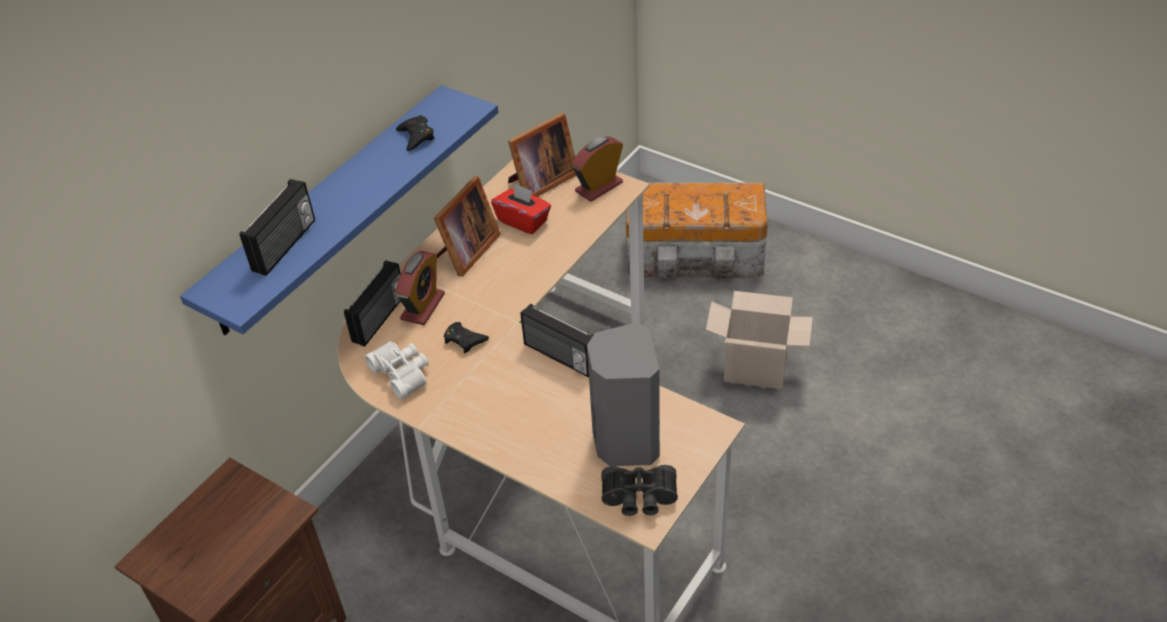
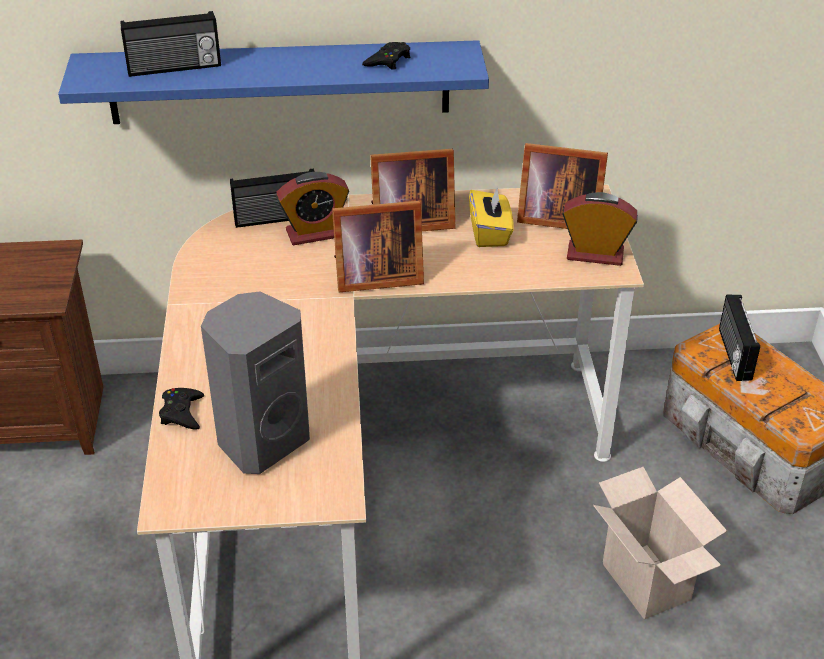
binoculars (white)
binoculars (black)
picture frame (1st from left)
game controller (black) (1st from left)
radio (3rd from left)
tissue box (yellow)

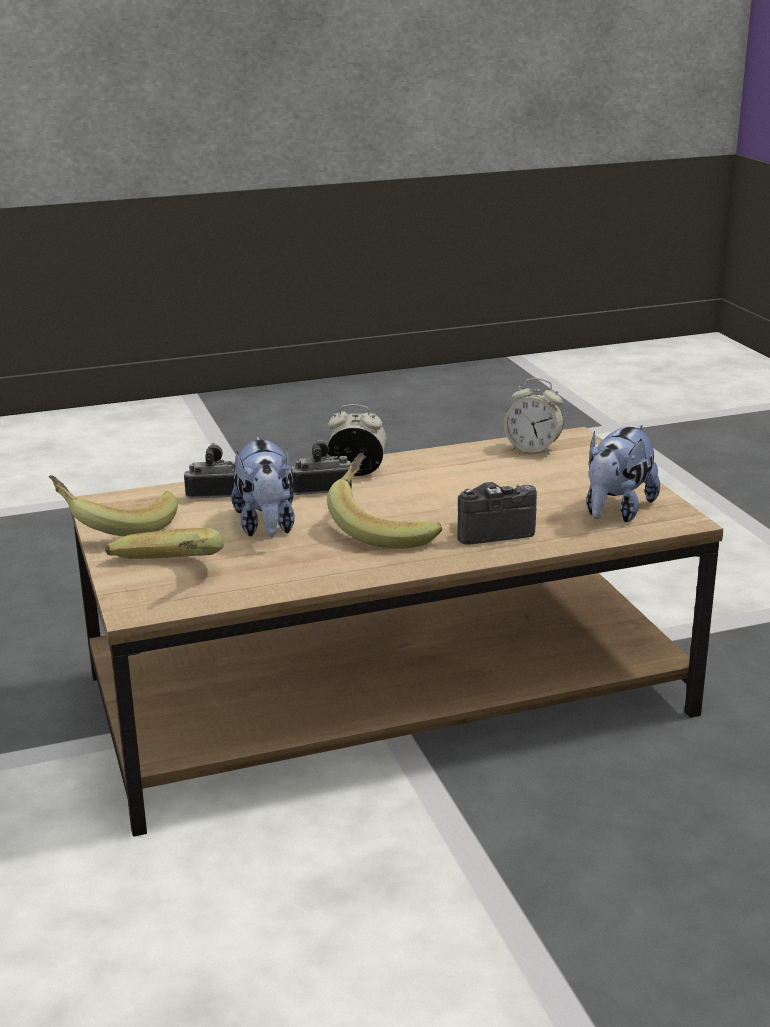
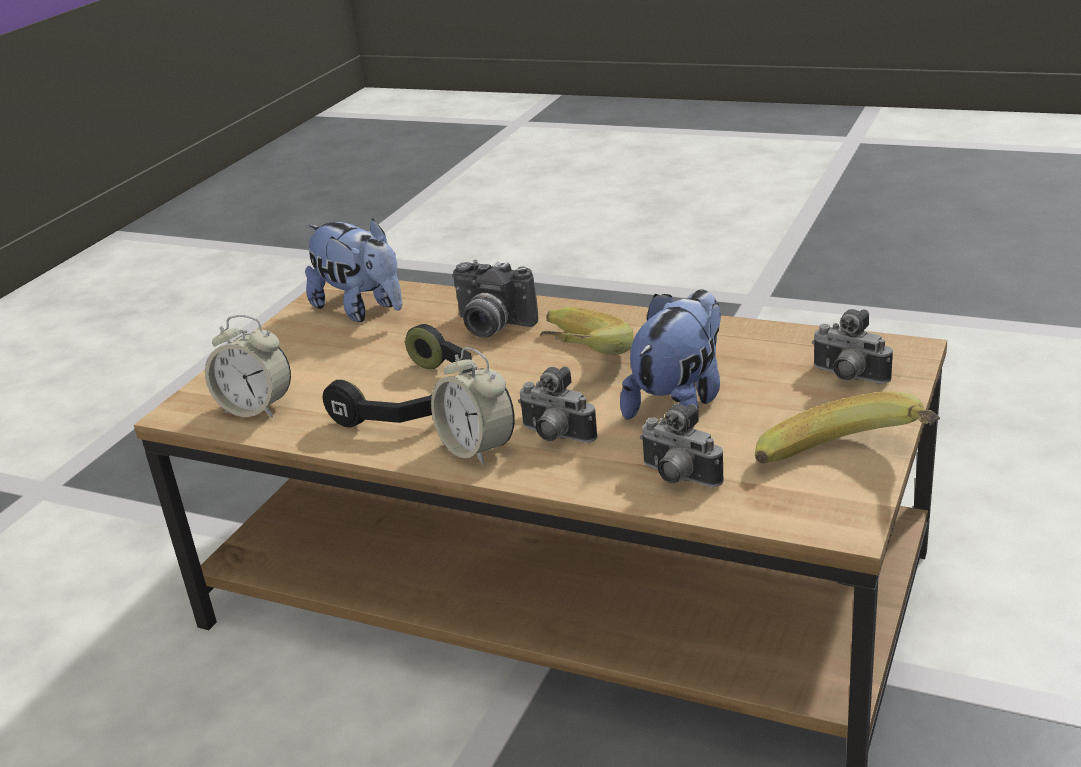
headphones (black)
photo camera (4th from left)
alarm clock (1st from left)
plush toy (1st from left)

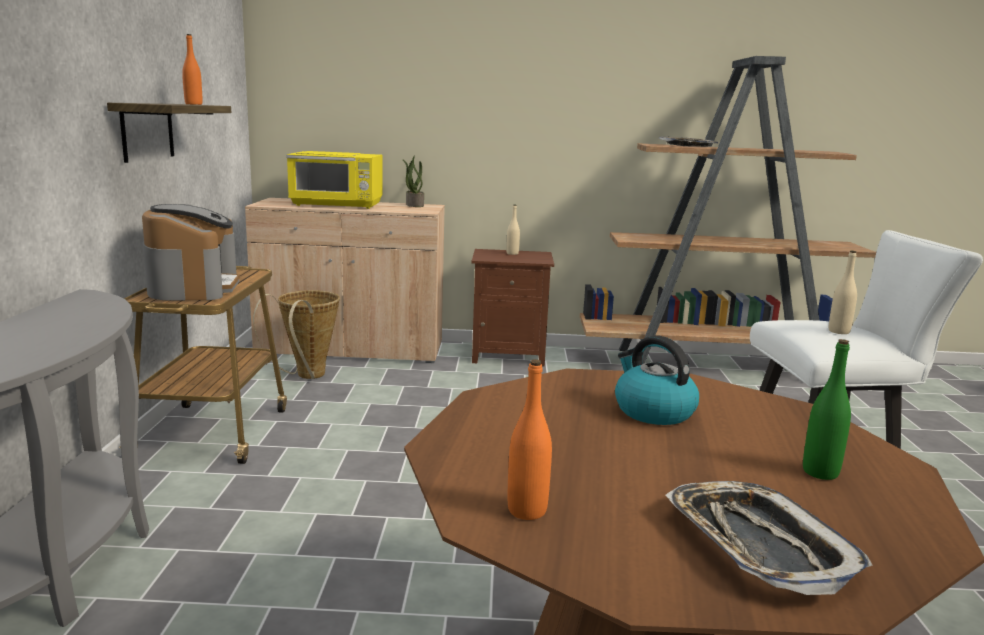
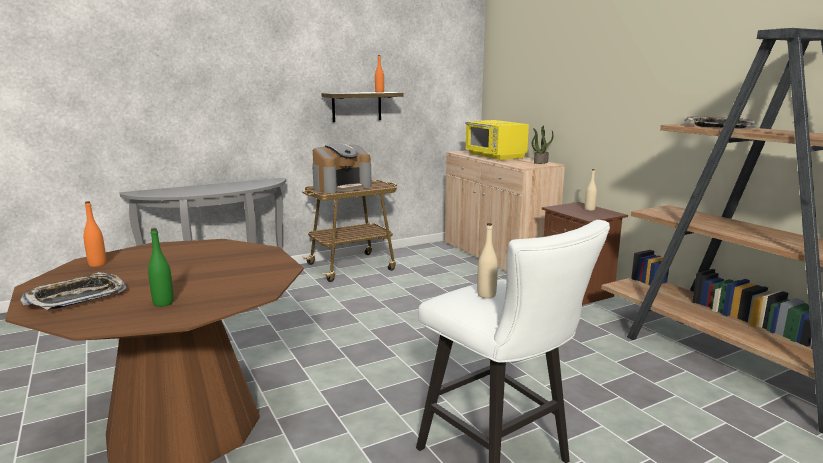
basket
kettle

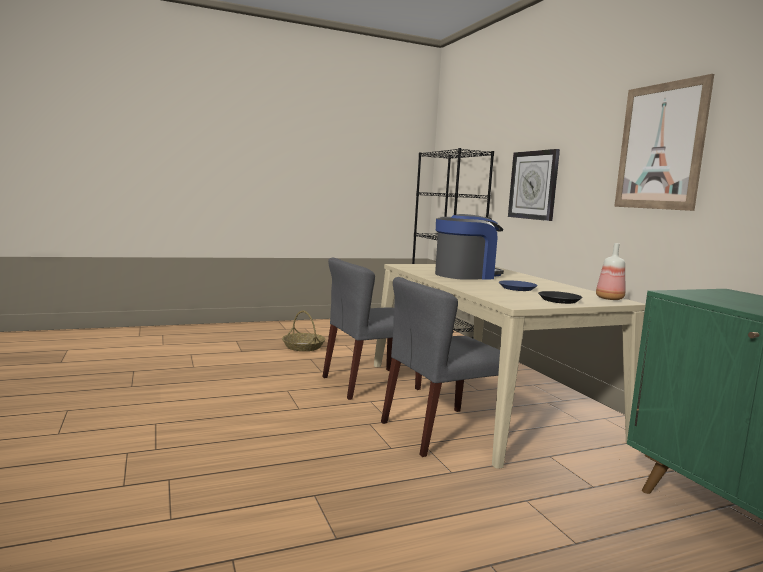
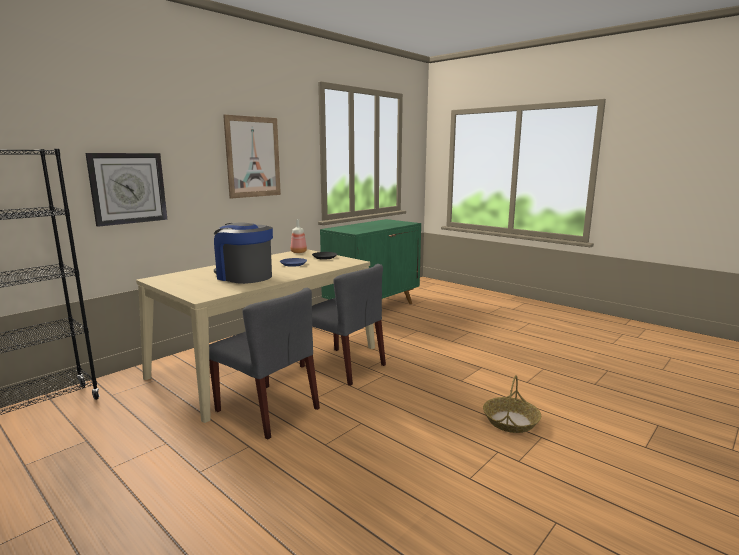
basket

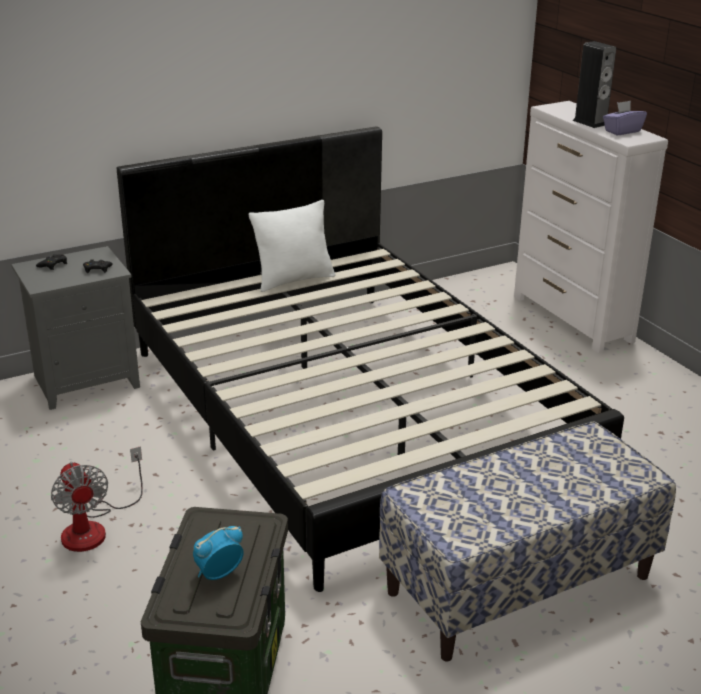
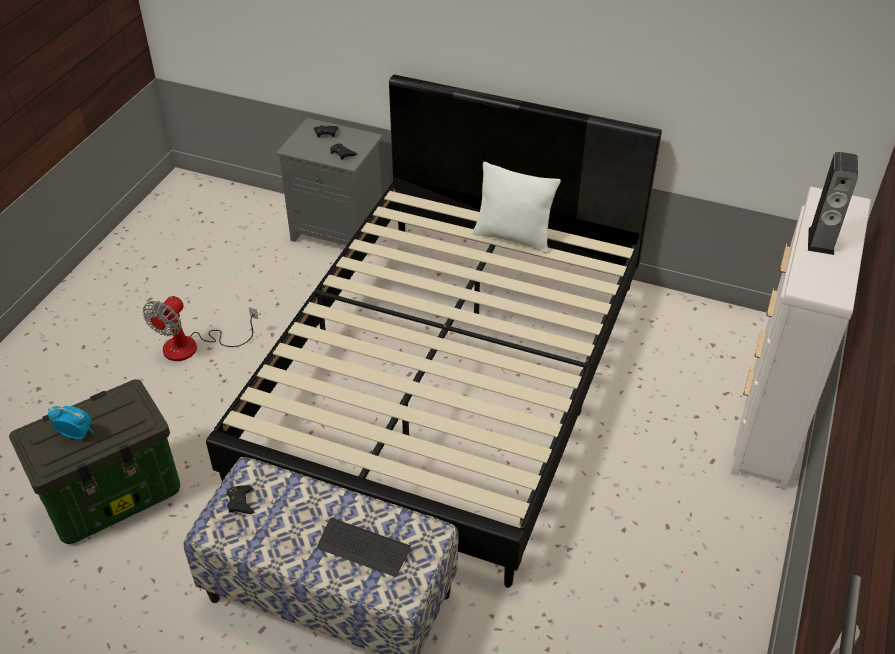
tissue box (purple)
game controller (black) (1st from left)
keyboard

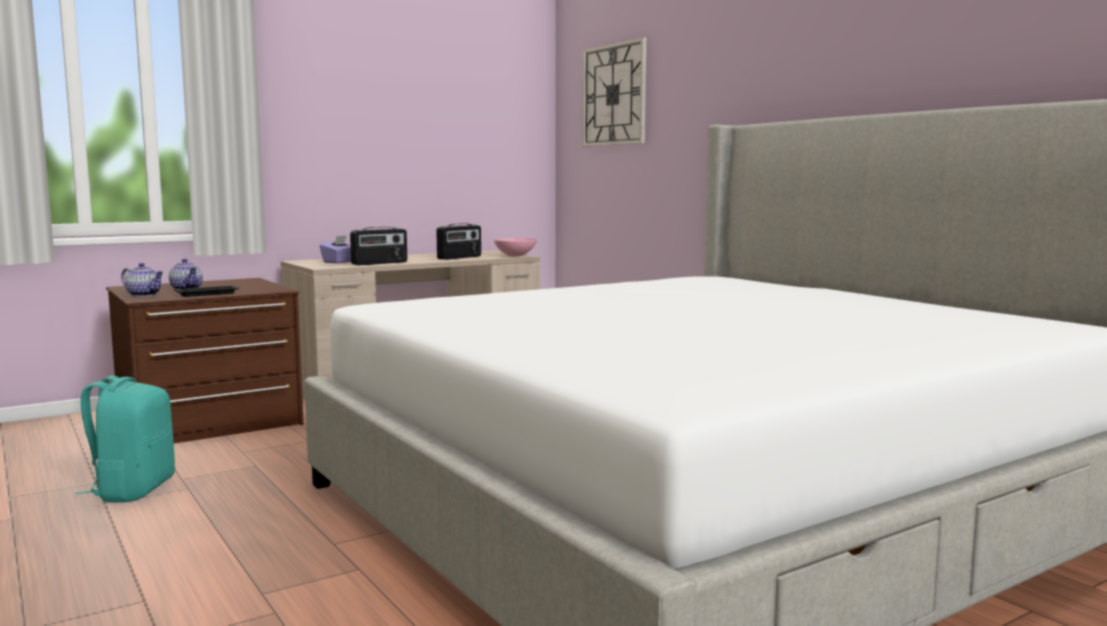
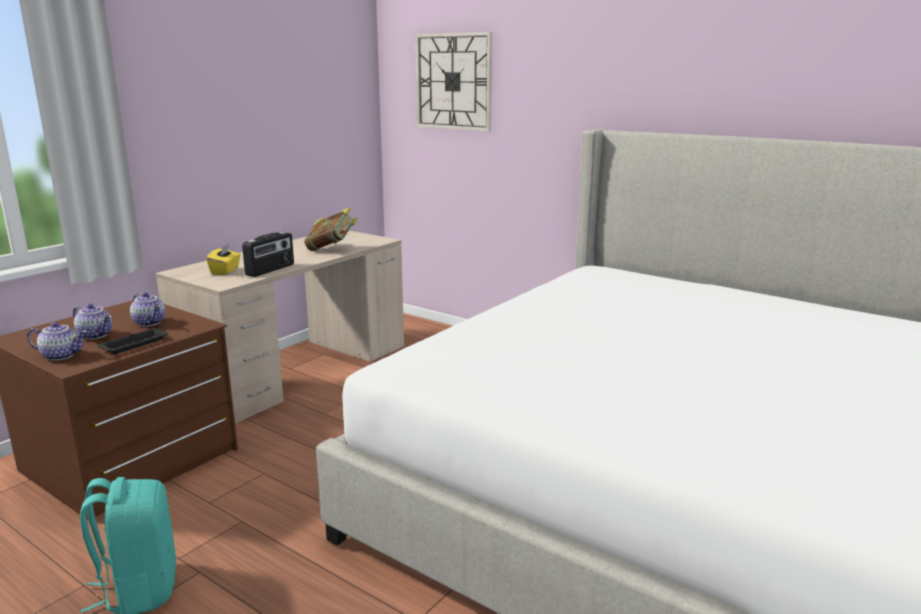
bowl (pink)
teapot (3rd from left)
book
tissue box (yellow)

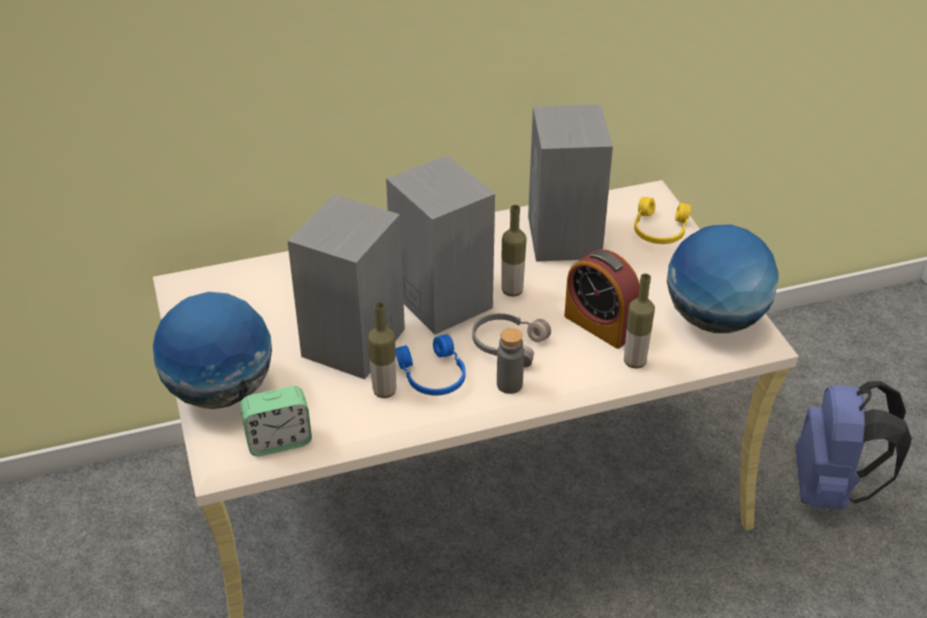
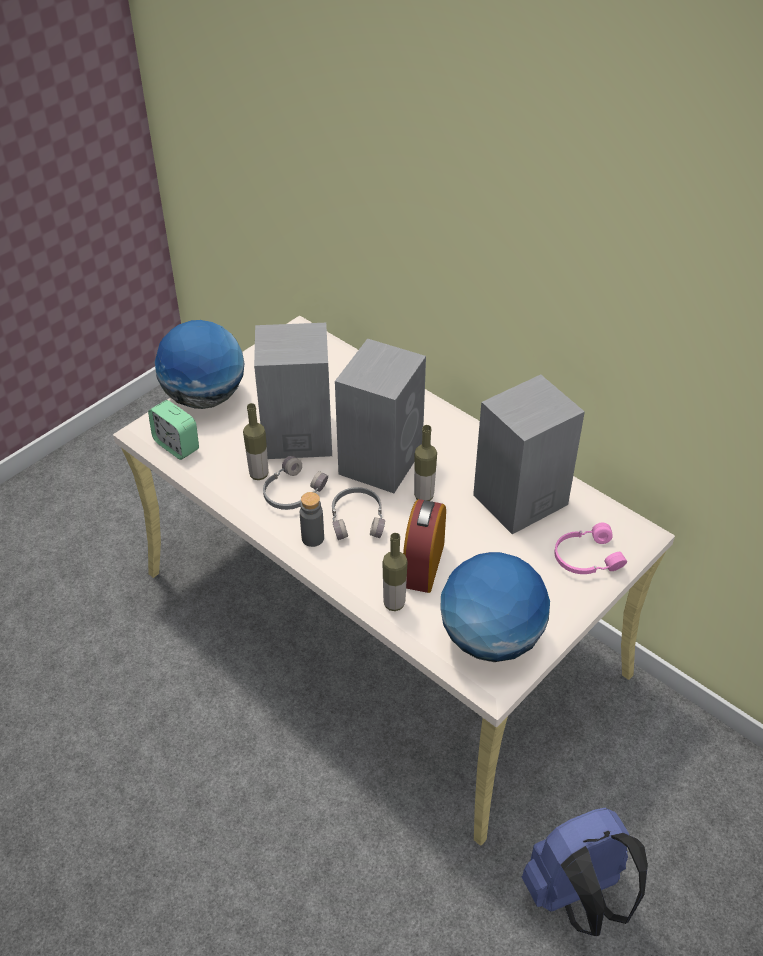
headphones (grey) (1st from left)
headphones (pink)

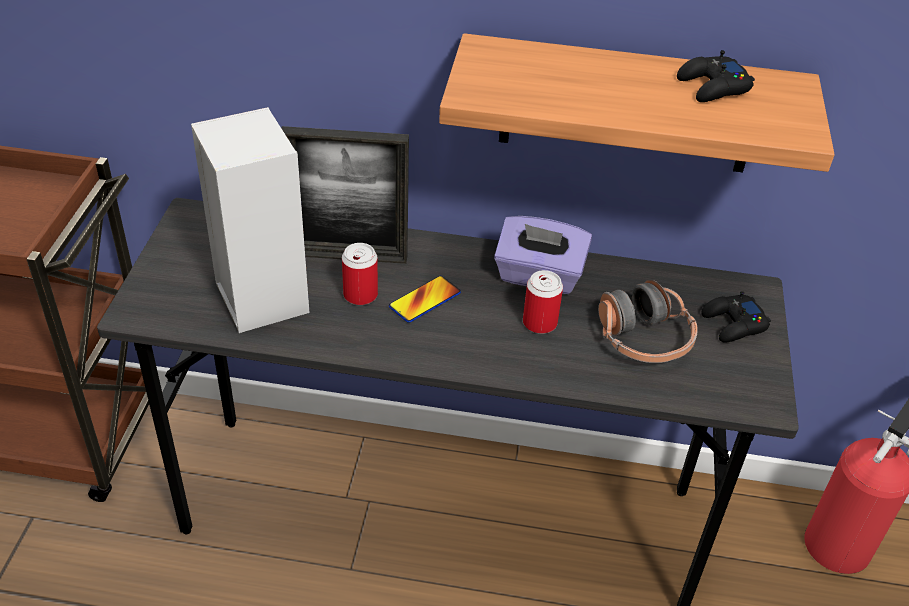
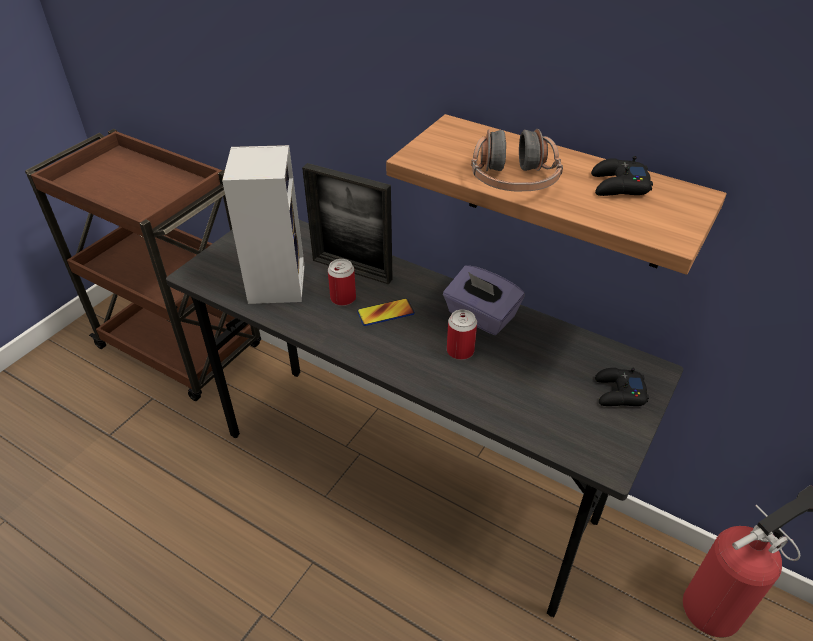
headphones

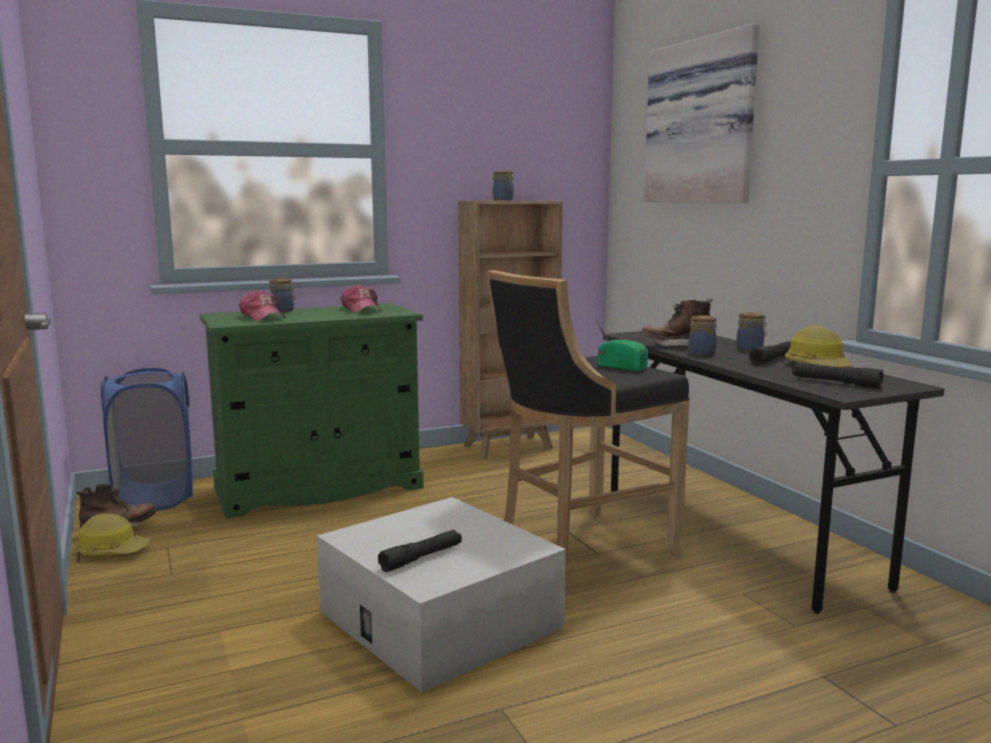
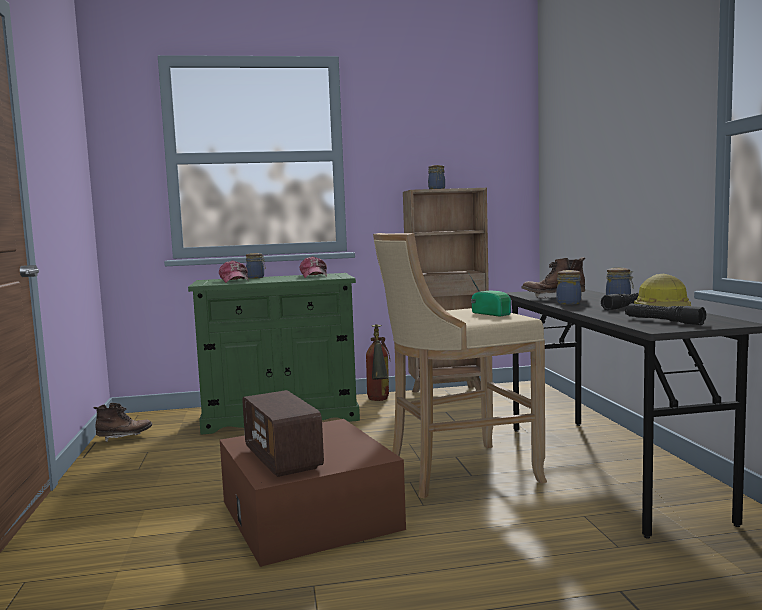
hard hat (1st from left in the first image)
laundry basket (blue)
picture
fire extinguisher
radio (1st from left)
storage box (brown)
stool (beige)

